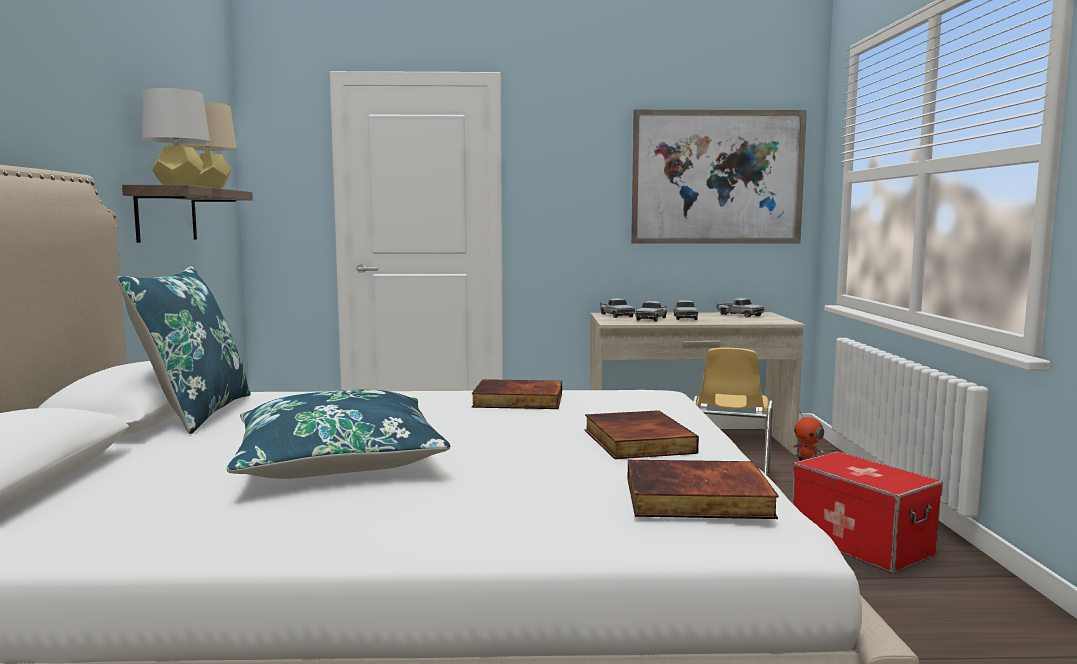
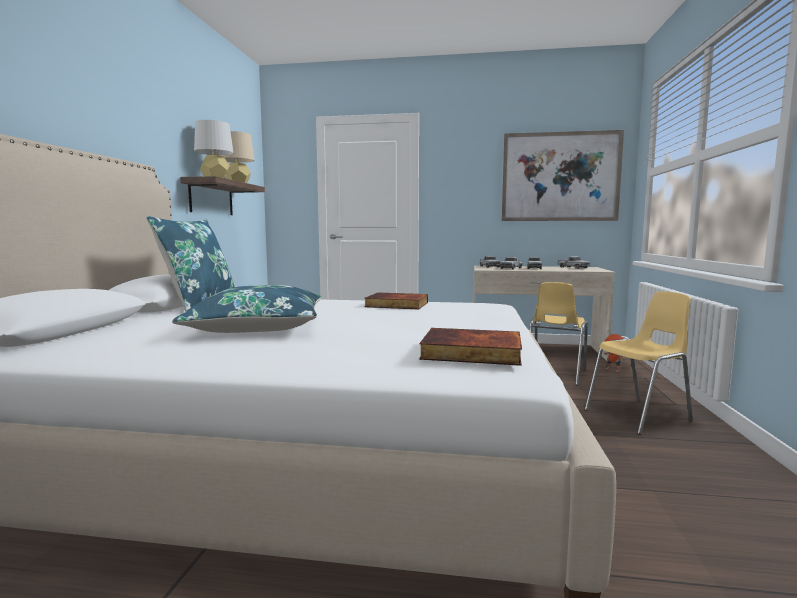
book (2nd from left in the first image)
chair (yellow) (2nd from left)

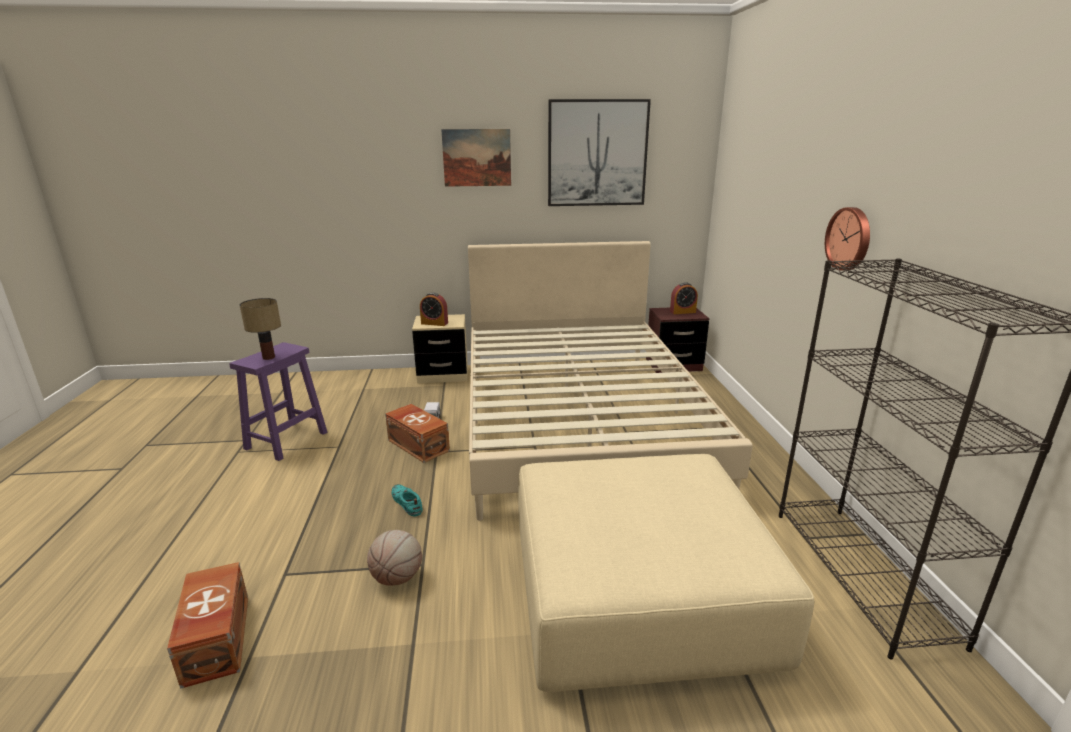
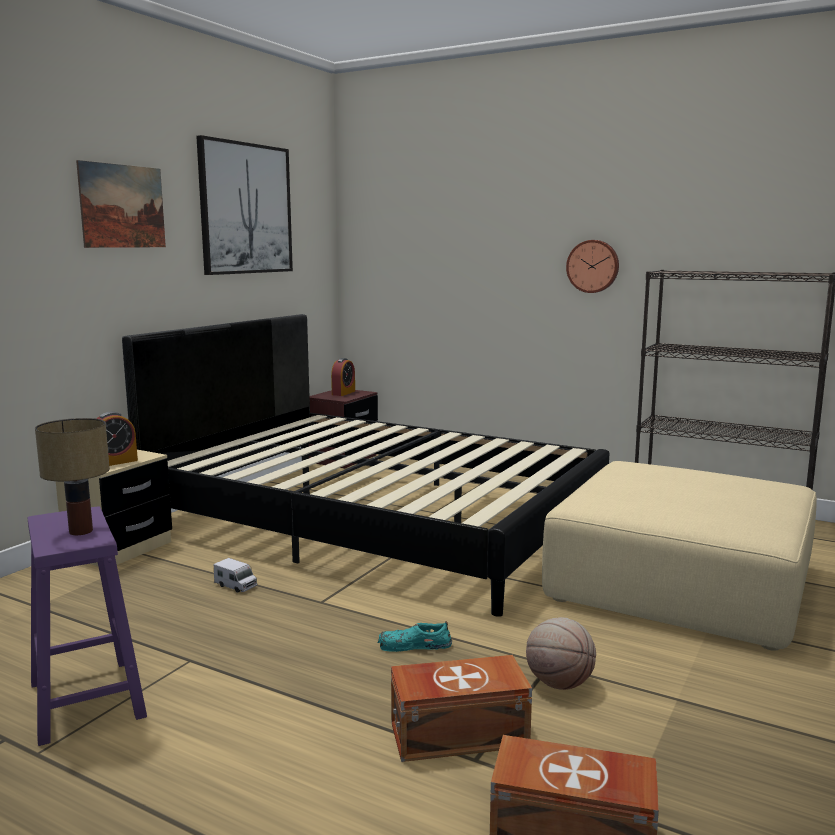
storage box (brown) (1st from left)
bed (black)

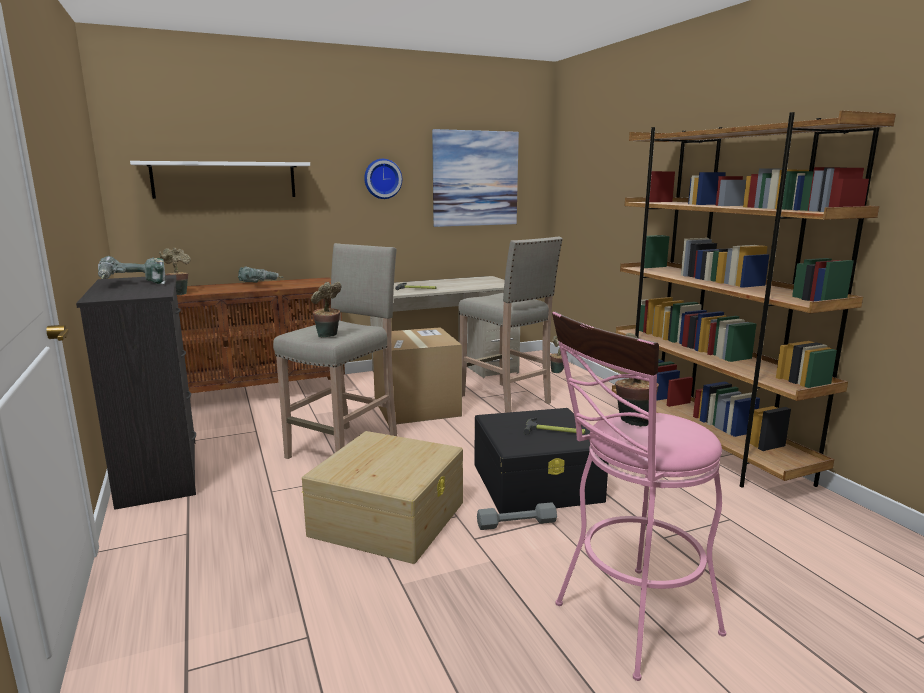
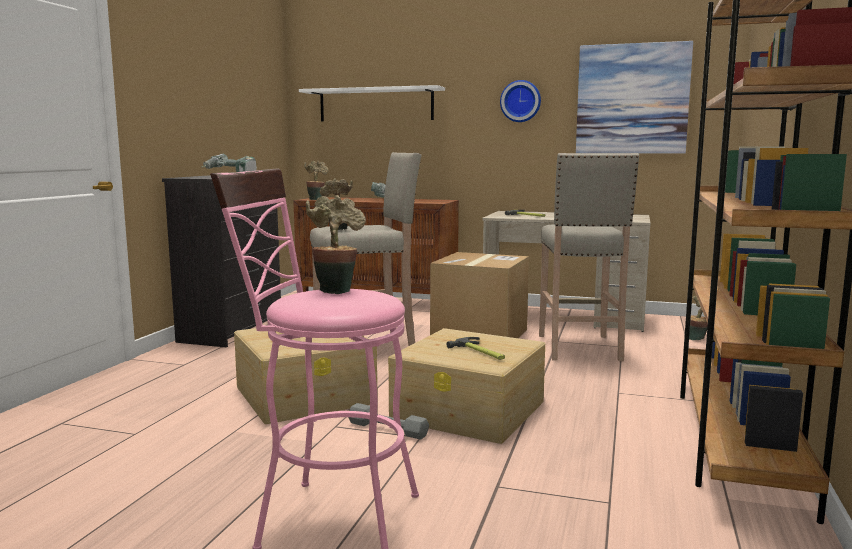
storage box (beige) (2nd from left)

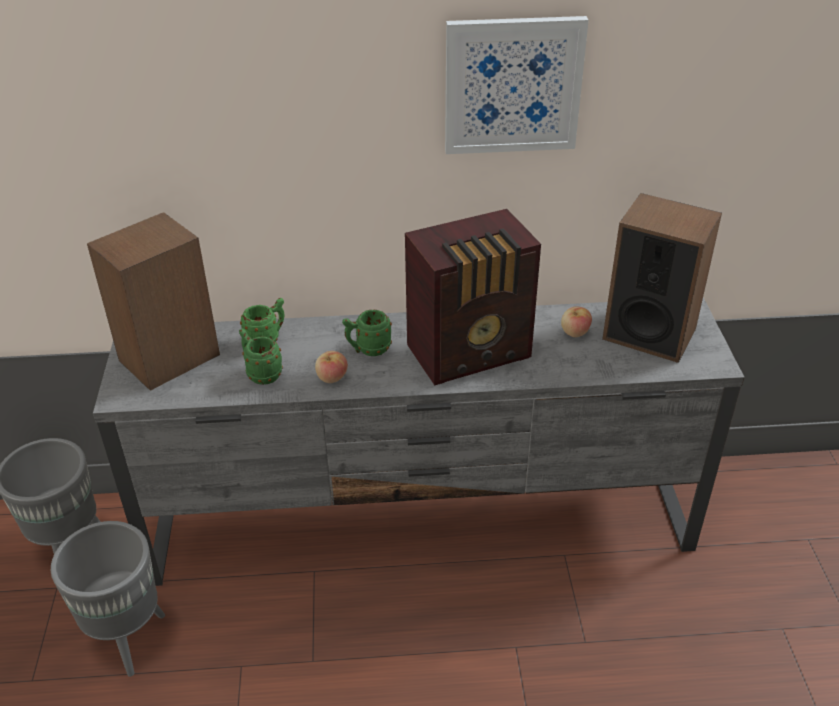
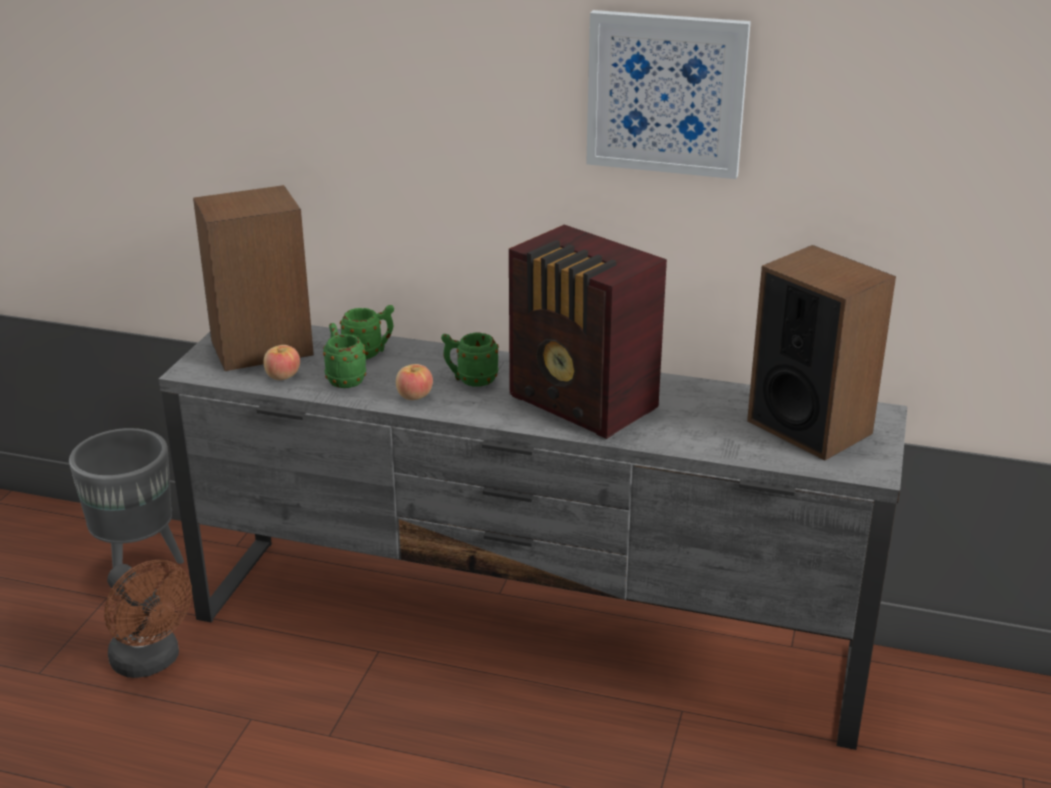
apple (1st from left)
fan (brown)
radio

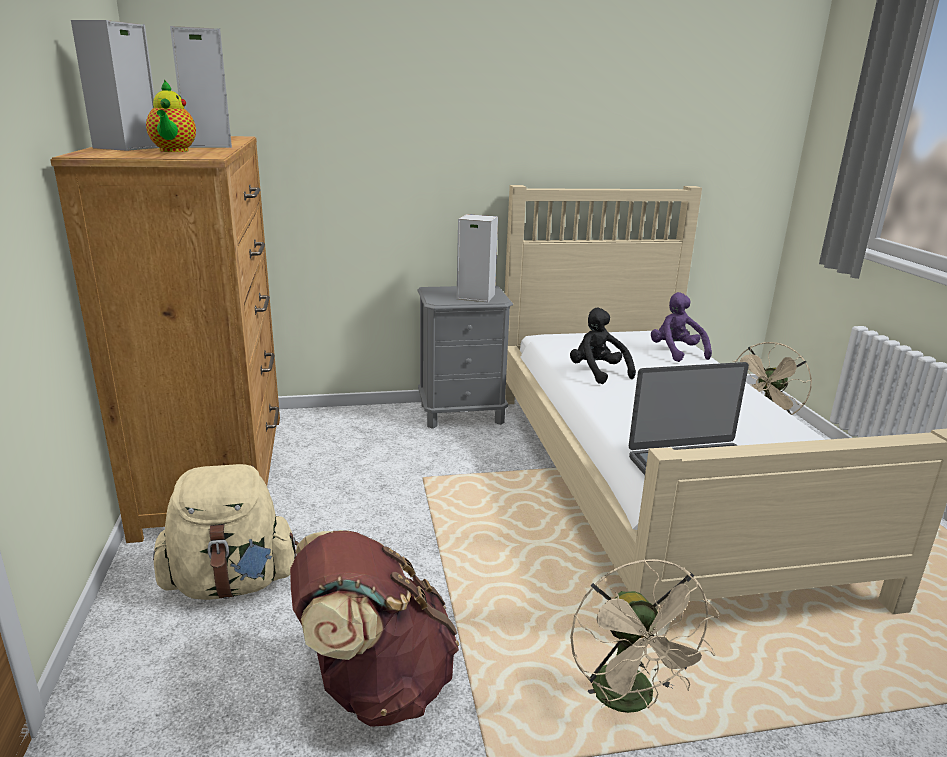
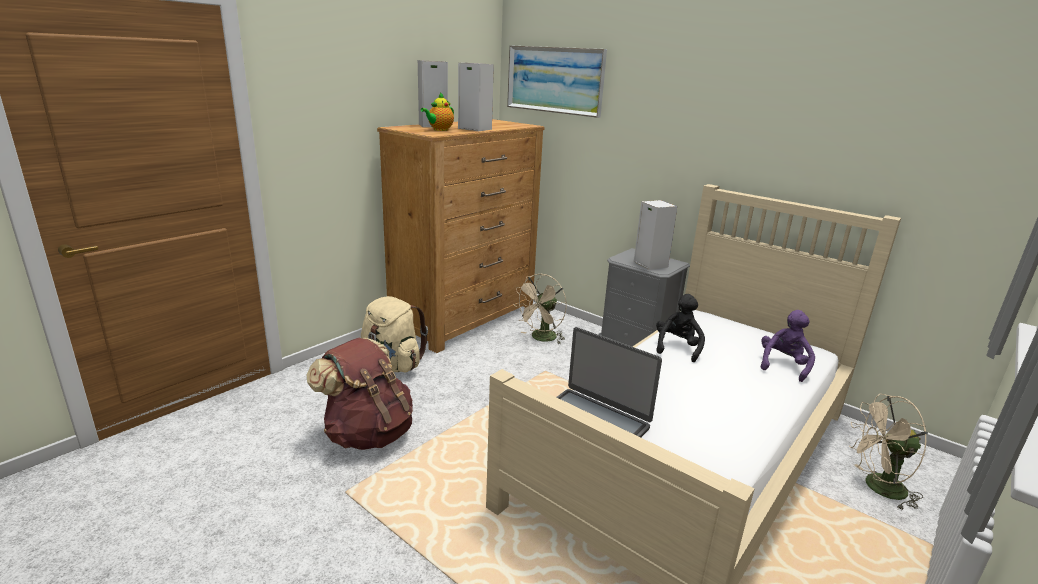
picture
fan (beige) (1st from left)

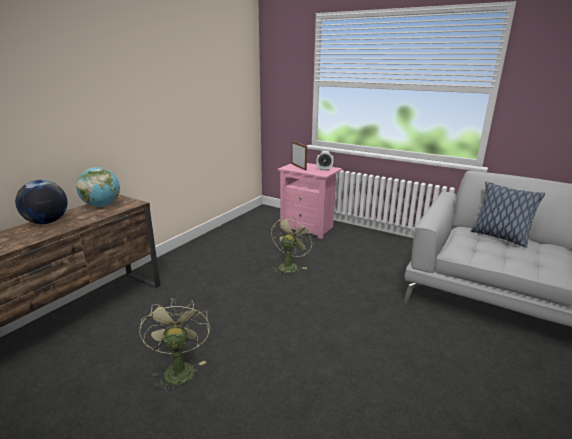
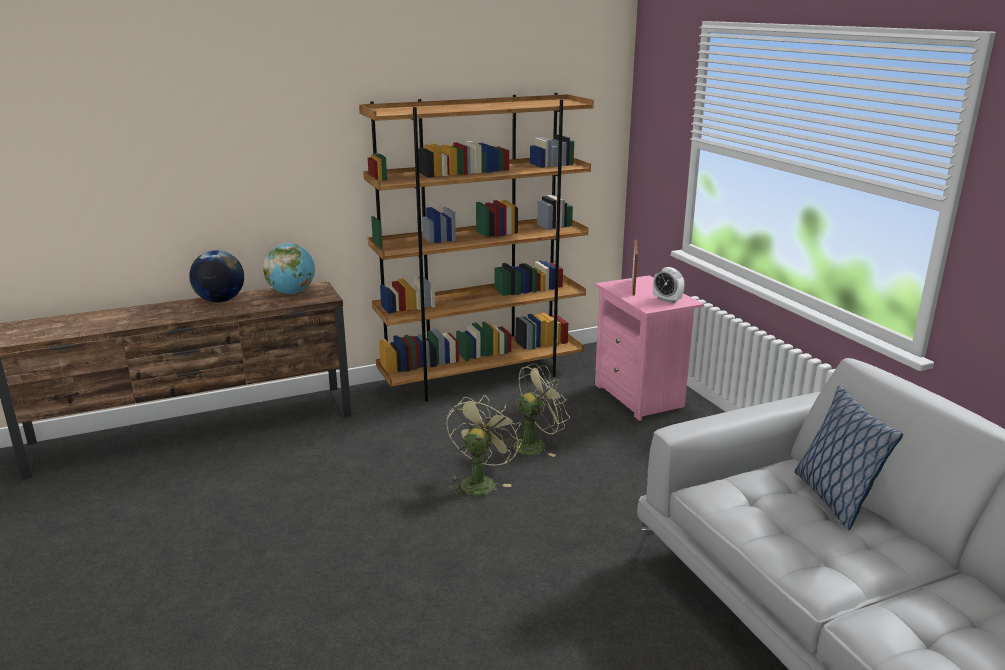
bookcase (brown)
fan (green) (1st from left)

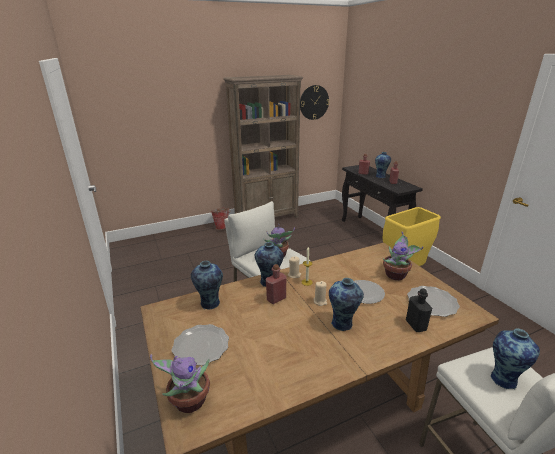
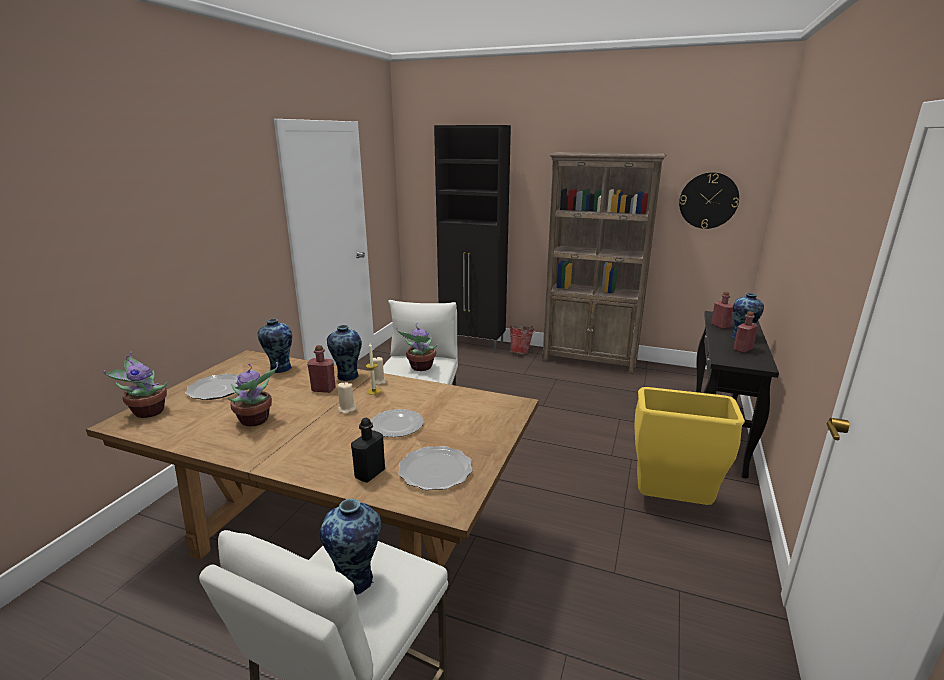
vase (3rd from left in the first image)
cabinet (black)
potted plant (2nd from left)

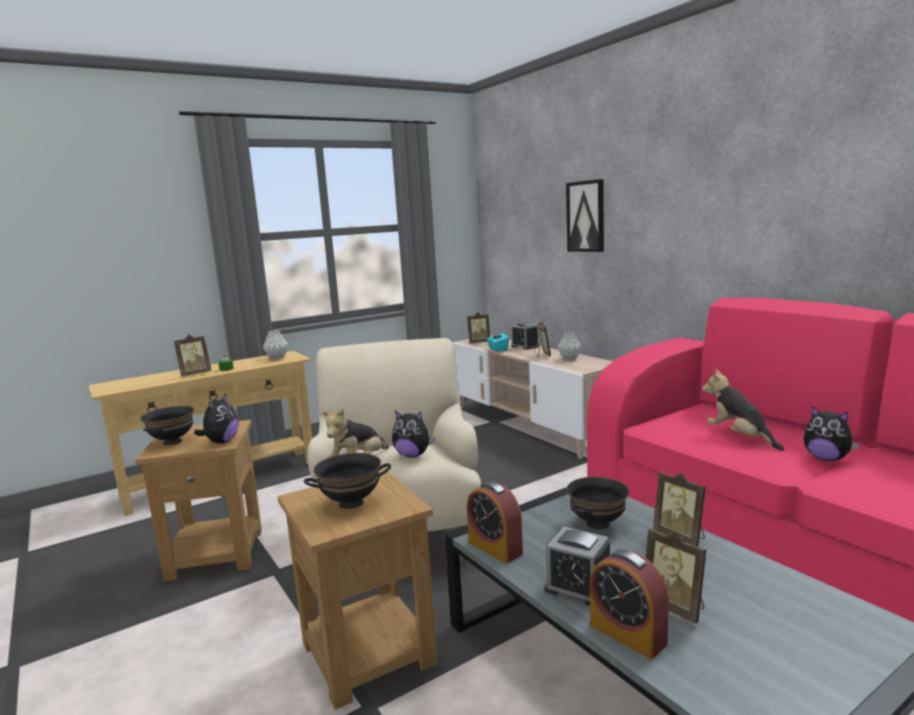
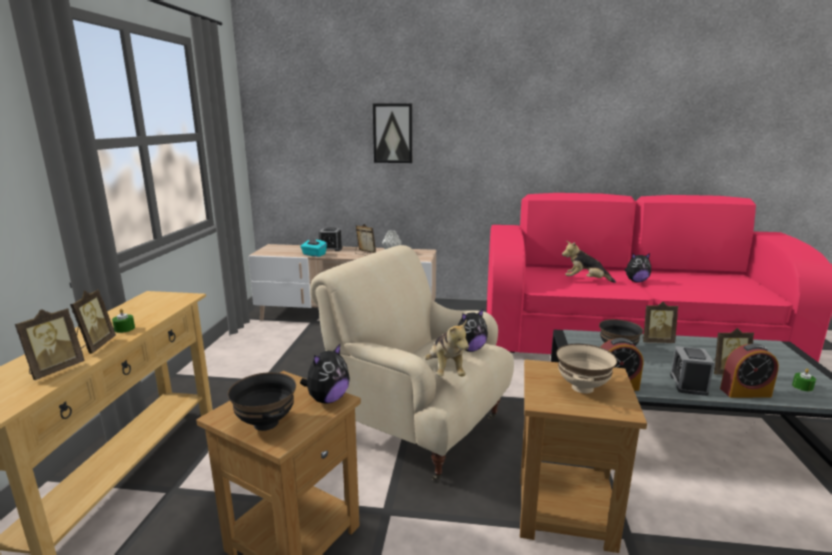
vase (grey) (1st from left in the first image)
candle (green) (2nd from left)
picture frame (1st from left)
bowl (beige)
plush toy (1st from left)
alarm clock (3rd from left)

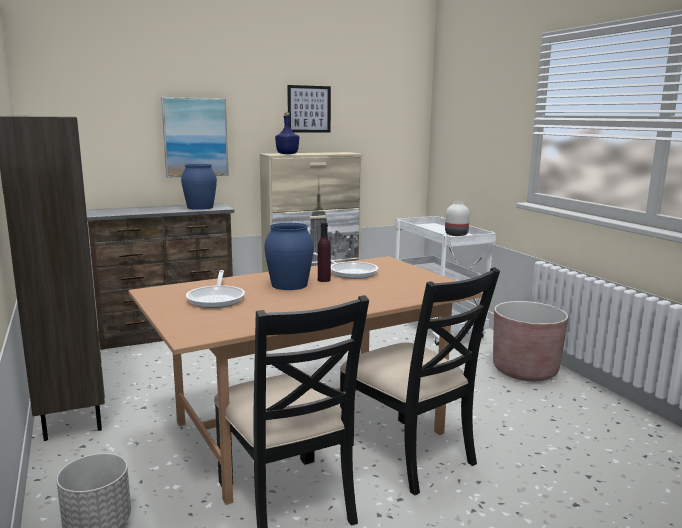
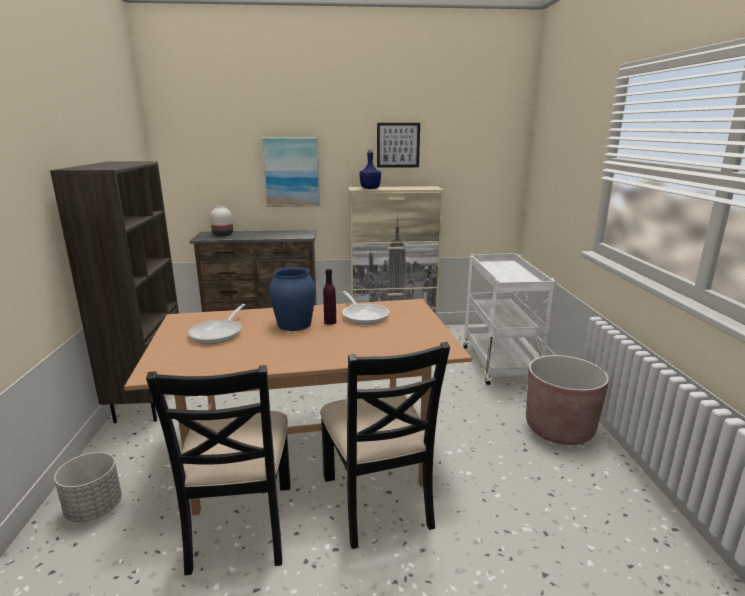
vase (blue) (1st from left in the first image)
vase (white)

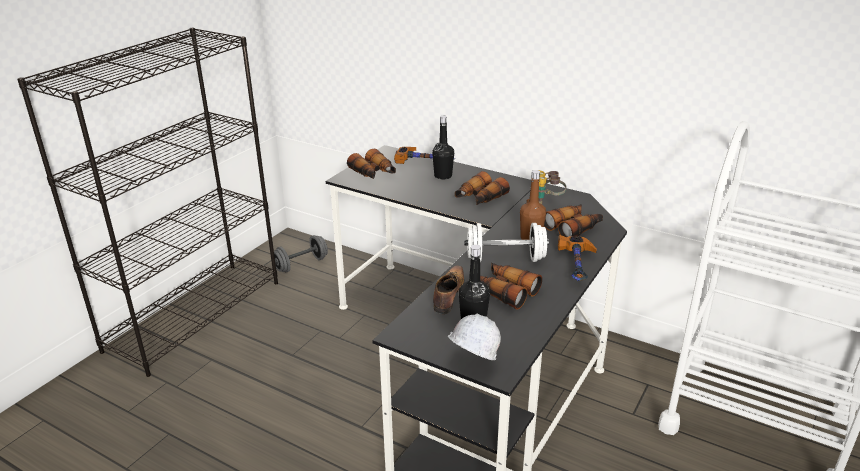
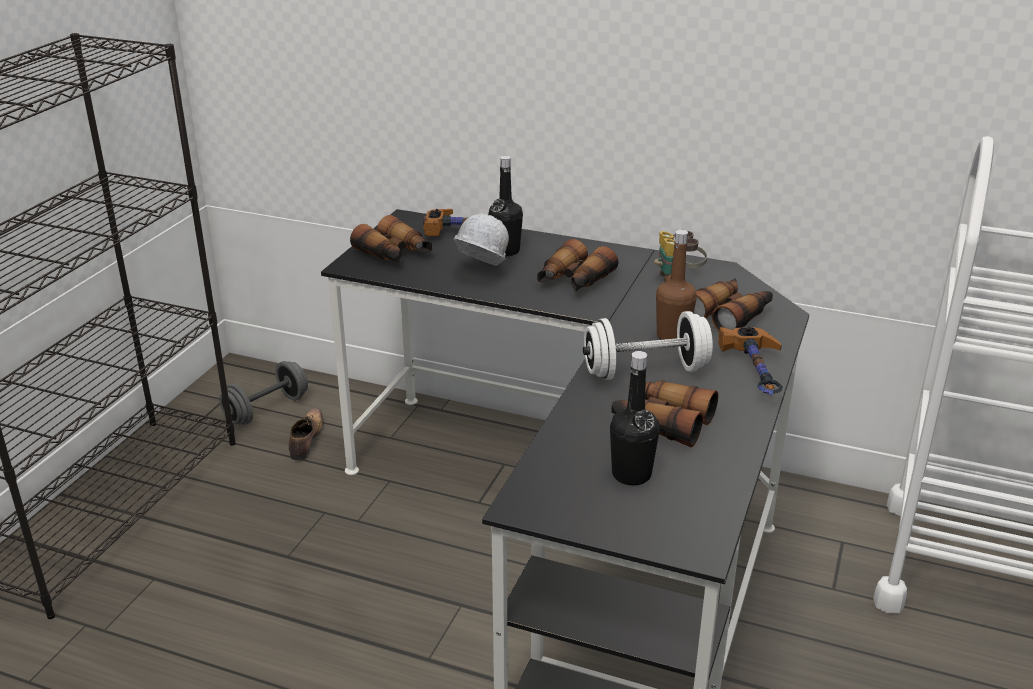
shoe
hard hat (white)

